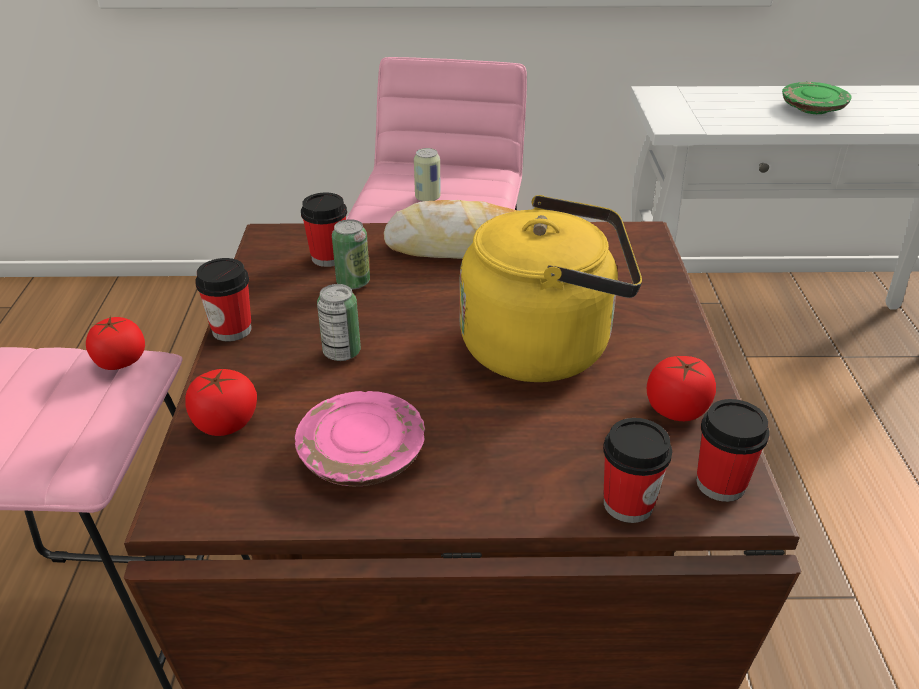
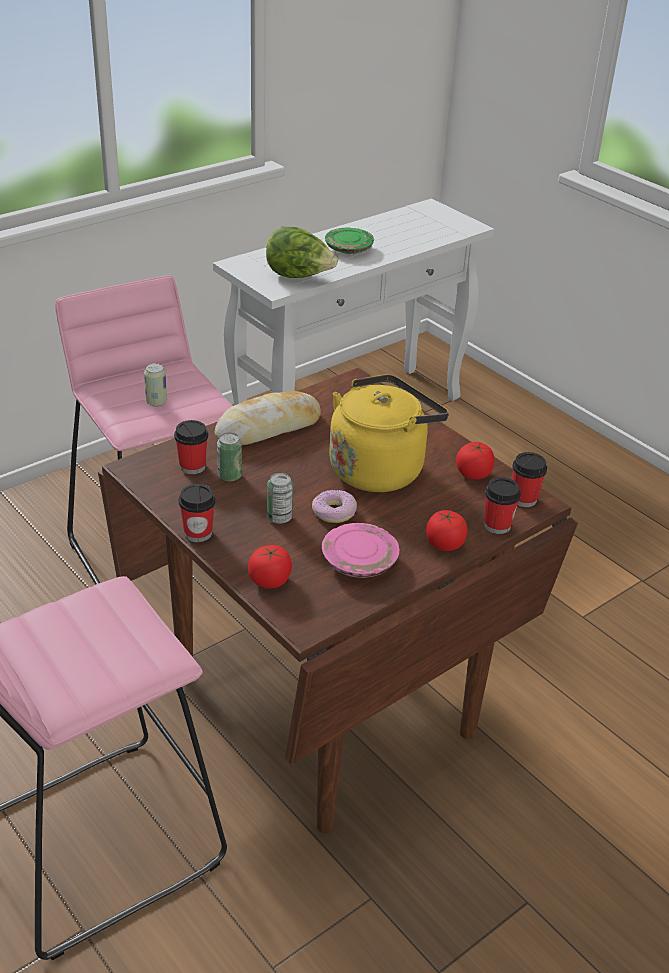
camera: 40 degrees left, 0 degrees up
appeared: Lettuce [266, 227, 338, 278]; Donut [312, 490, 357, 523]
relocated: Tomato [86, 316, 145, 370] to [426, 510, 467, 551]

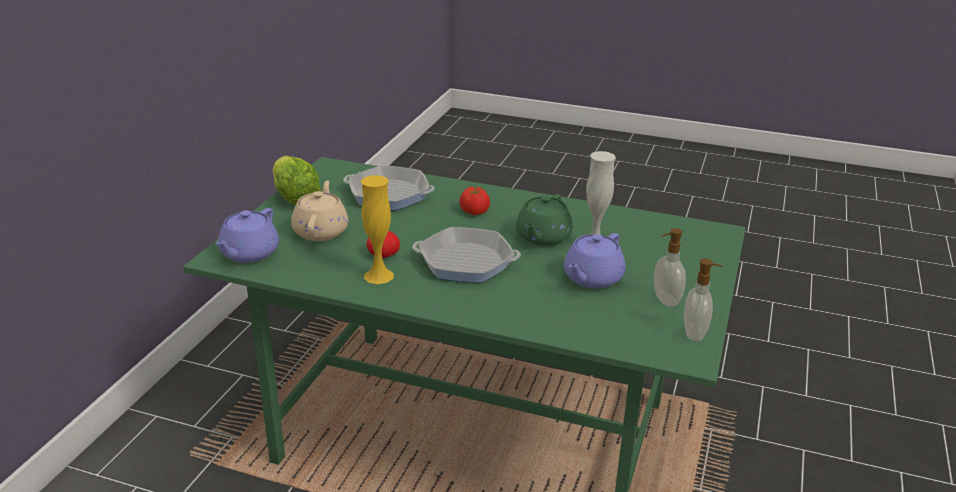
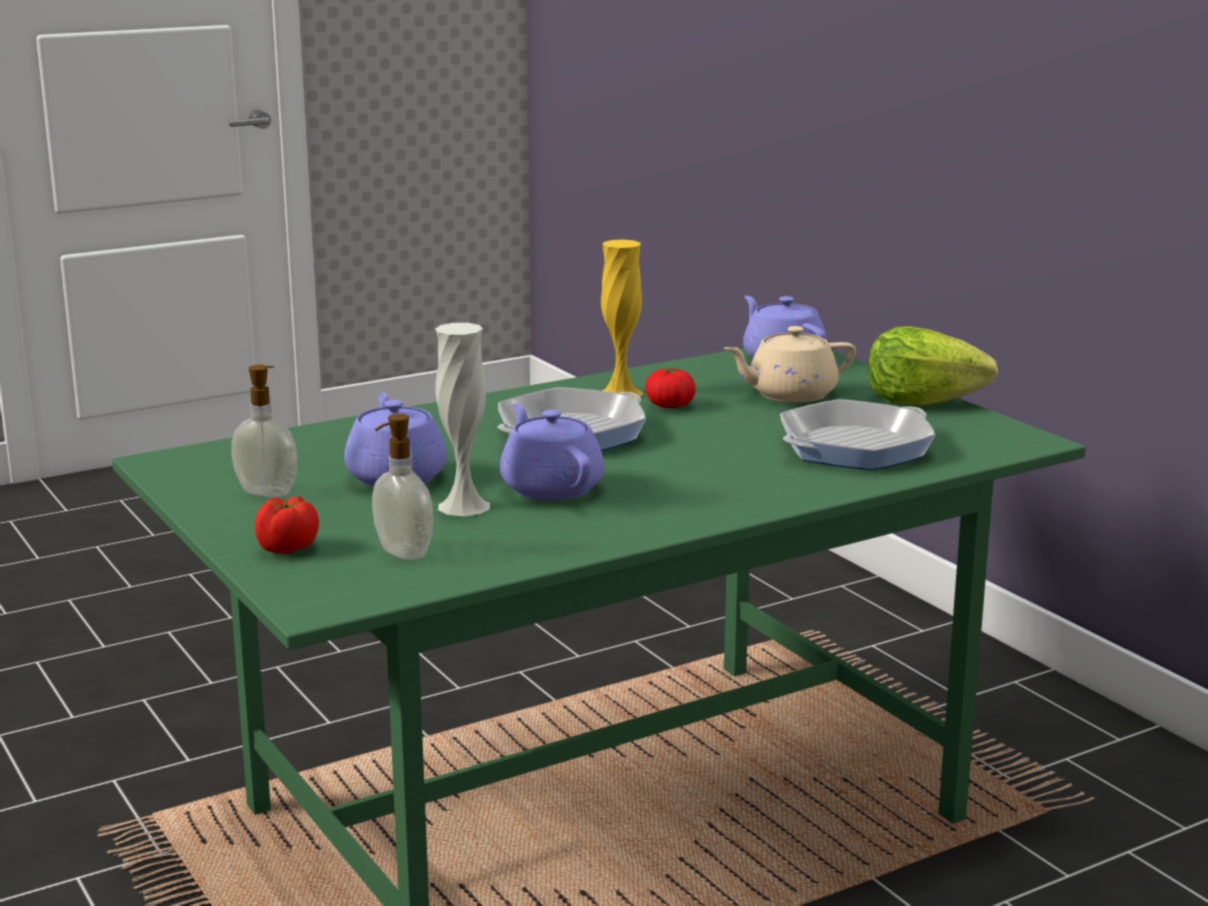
camera: 130 degrees right, 10 degrees down
relocated: Tomato [459, 187, 490, 215] to [255, 497, 319, 554]; SoapDispenser [684, 258, 723, 341] to [372, 414, 433, 560]
colour: GreenTeapot [516, 194, 573, 246] to PurpleTeapot [500, 404, 605, 501]
spun: BeigeTeapot [291, 180, 348, 241] = [724, 326, 856, 403] 120 degrees clockwise

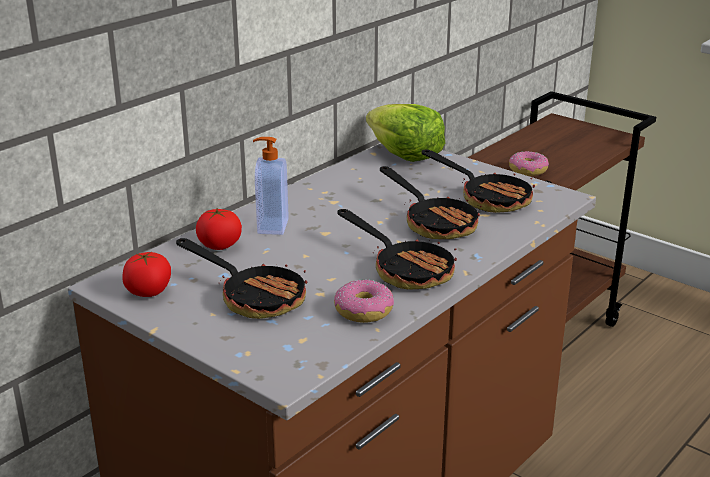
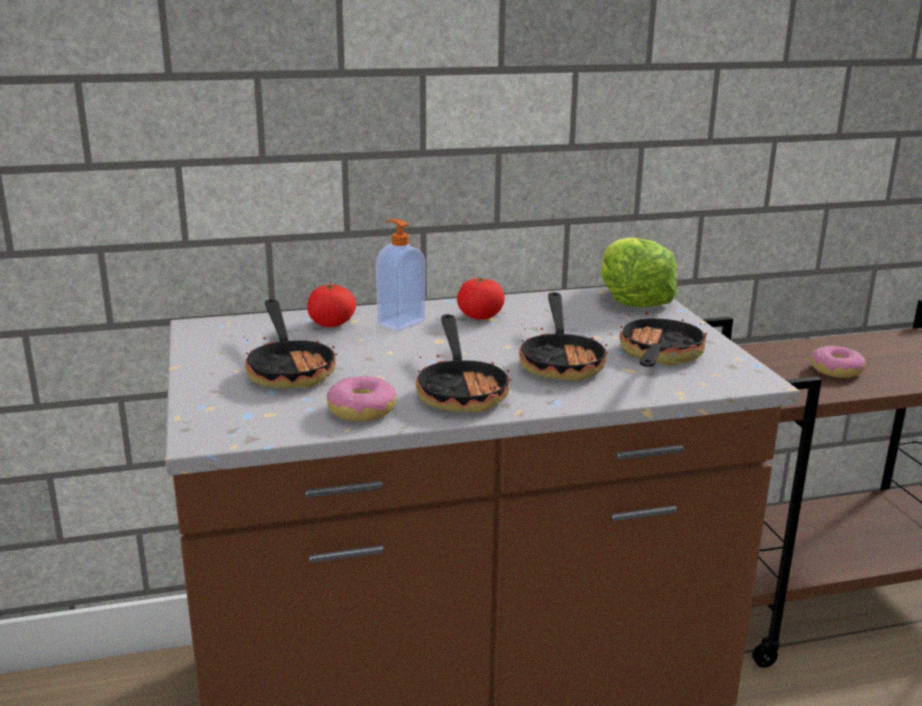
camera: 35 degrees right, 5 degrees down
relocated: Tomato [122, 252, 171, 297] to [457, 277, 505, 320]
spun: FryingPan [421, 150, 535, 213] = [620, 300, 707, 367] 150 degrees counterclockwise

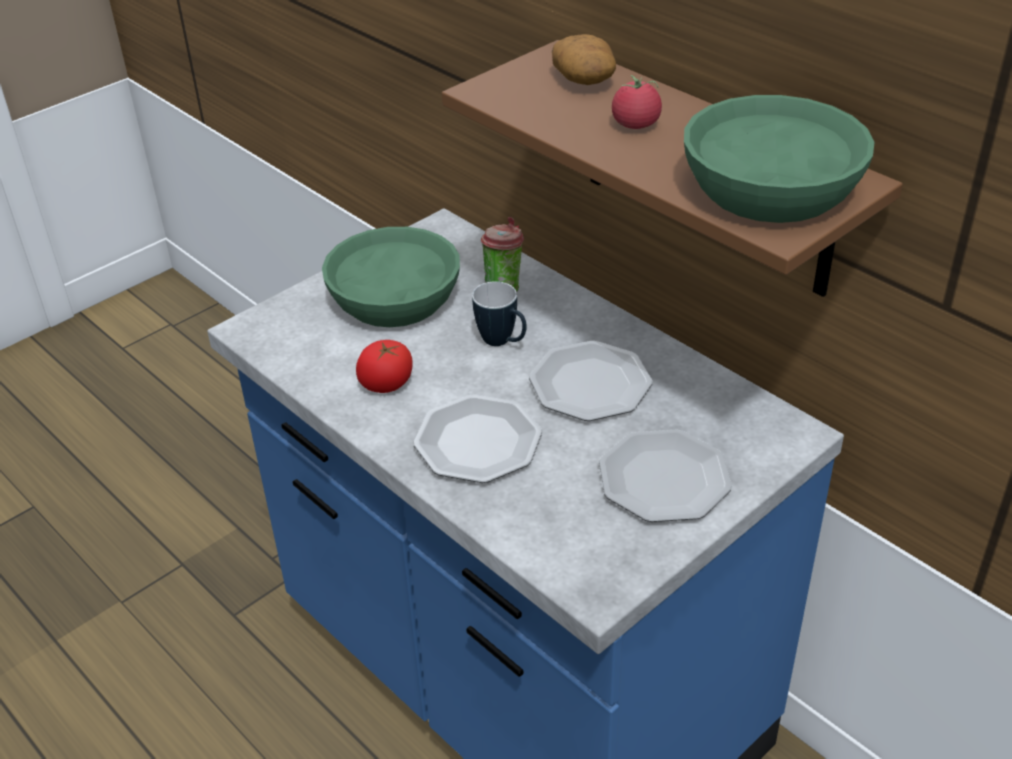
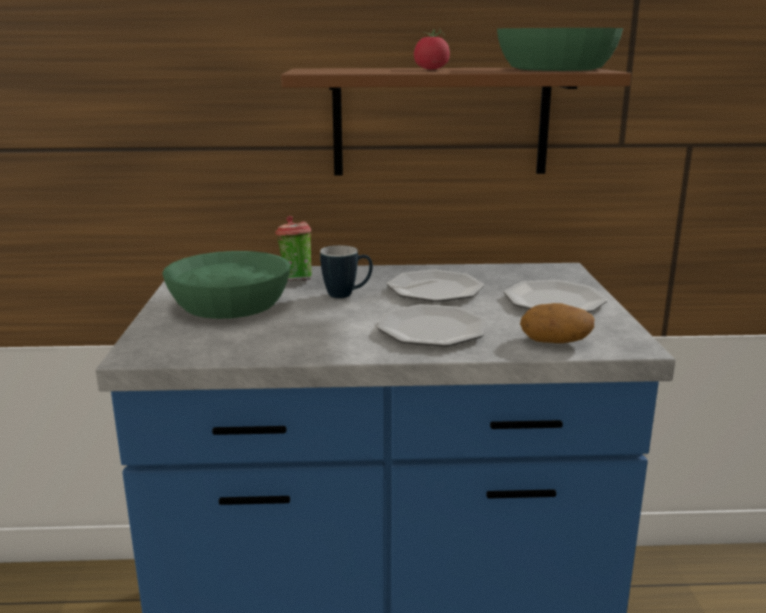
camera: 50 degrees left, 20 degrees down
missing: Tomato [356, 340, 413, 393]
relocated: Potato [552, 34, 616, 85] to [520, 303, 594, 343]

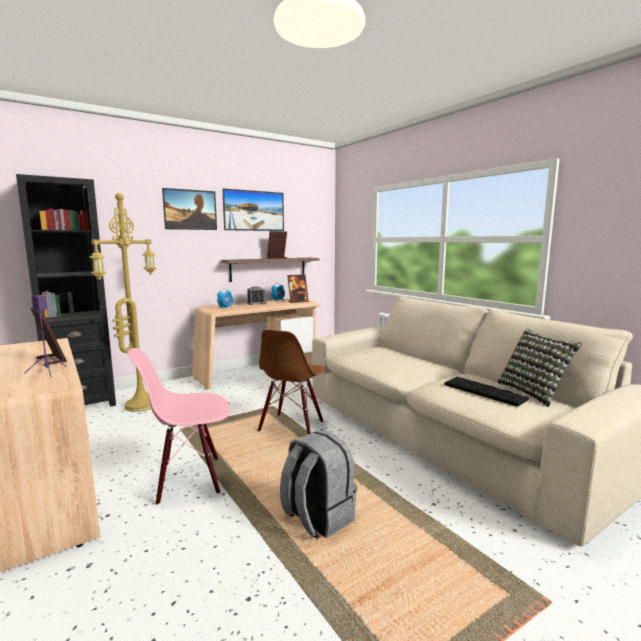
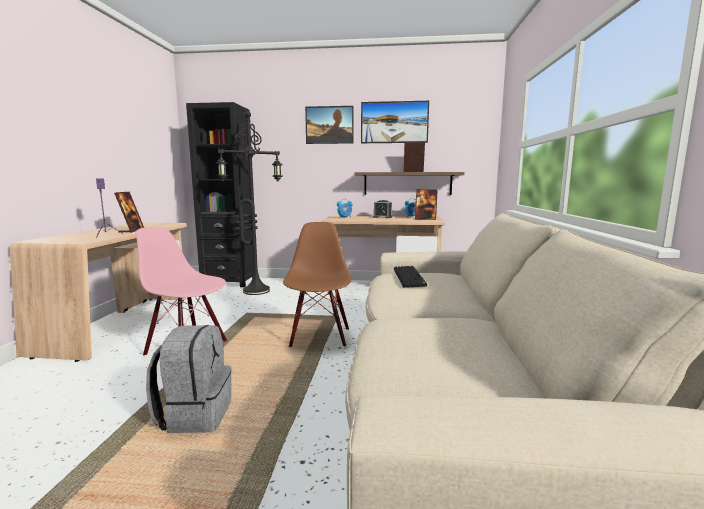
camera: 40 degrees right, 0 degrees up
missing: Pillow [497, 328, 582, 407]
relocated: Keyboard [445, 377, 529, 407] to [394, 266, 427, 288]
colour: YellowFloorLamp [89, 193, 157, 412] to BlackFloorLamp [216, 111, 283, 295]
spun: BrownChair [258, 330, 326, 434] = [283, 222, 351, 347] 120 degrees clockwise

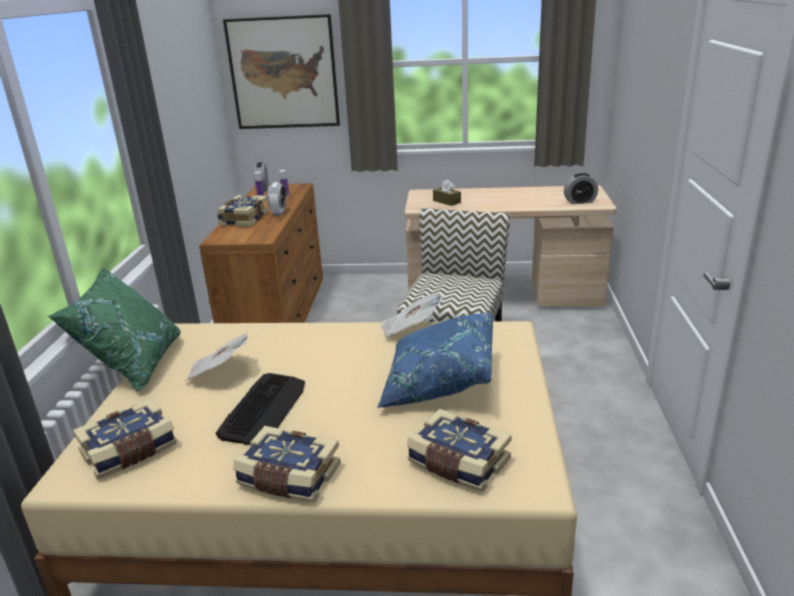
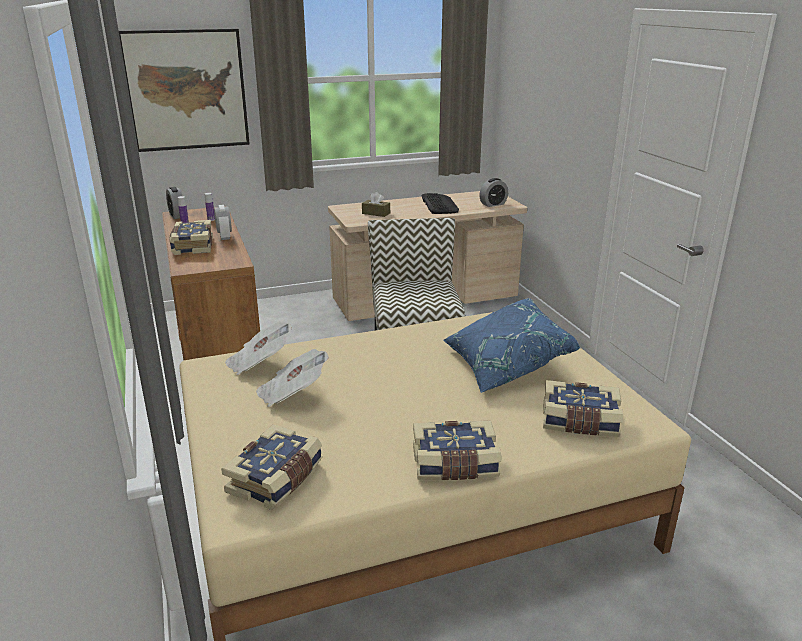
camera: 25 degrees left, 0 degrees up
missing: GreenPillow [48, 267, 181, 391]
relocated: Keyboard [216, 373, 305, 445] to [422, 193, 459, 214]; Newspaper [381, 293, 443, 337] to [225, 322, 292, 375]

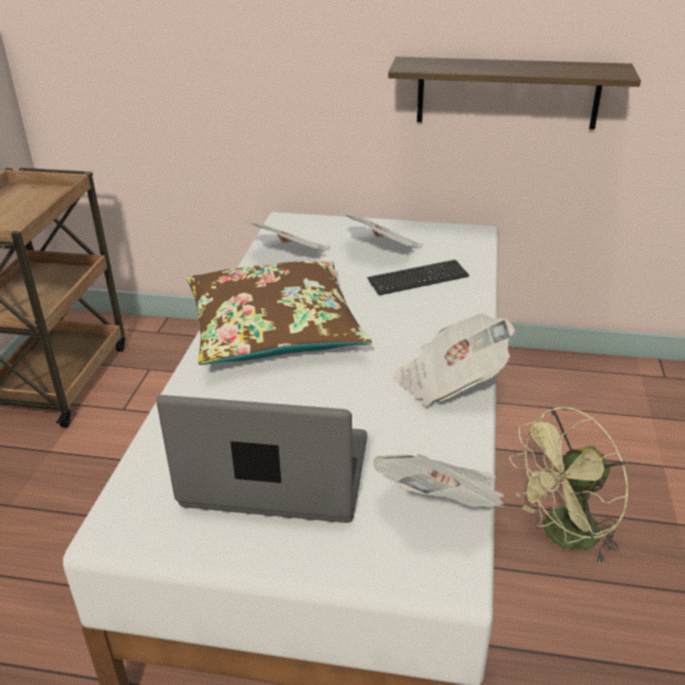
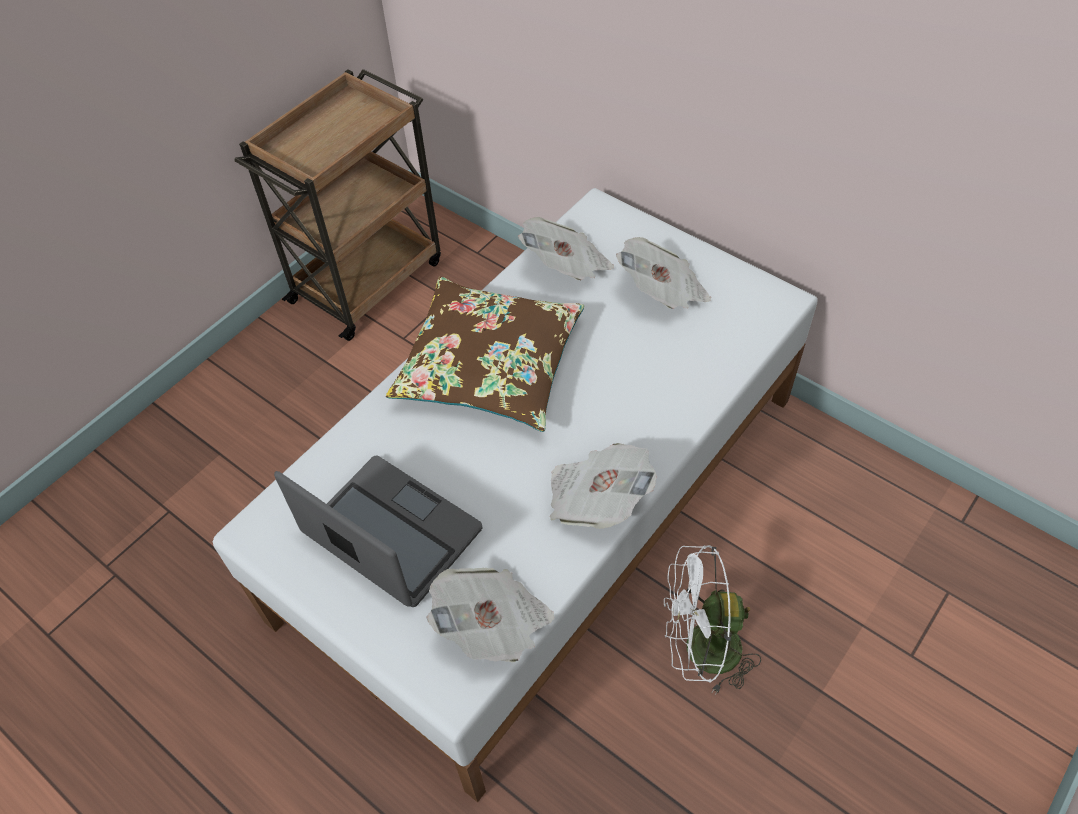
camera: 30 degrees right, 20 degrees up
missing: Keyboard [367, 259, 469, 295]; Shelf [388, 57, 641, 129]
colour: GreenFan [509, 407, 628, 565] to WhiteFan [664, 545, 761, 695]

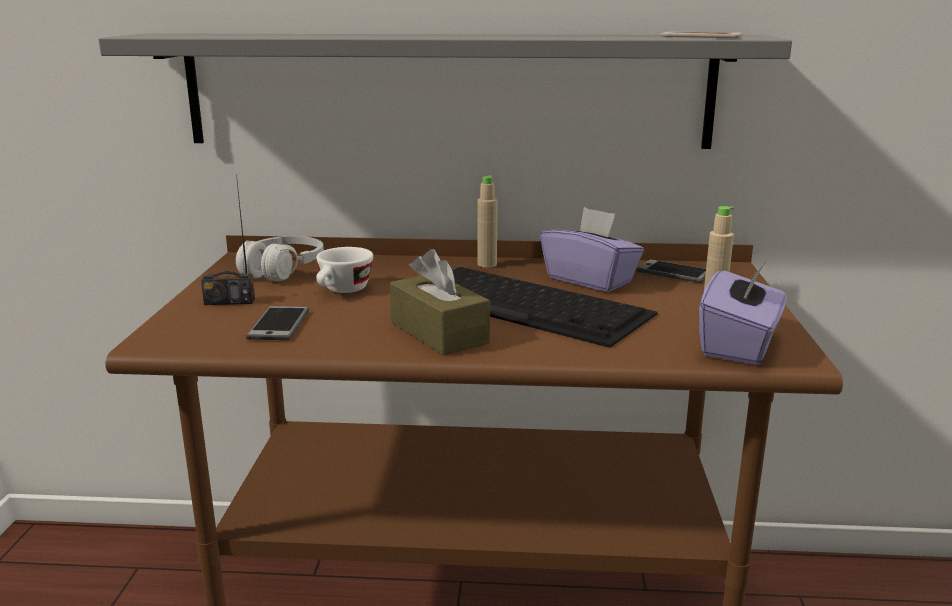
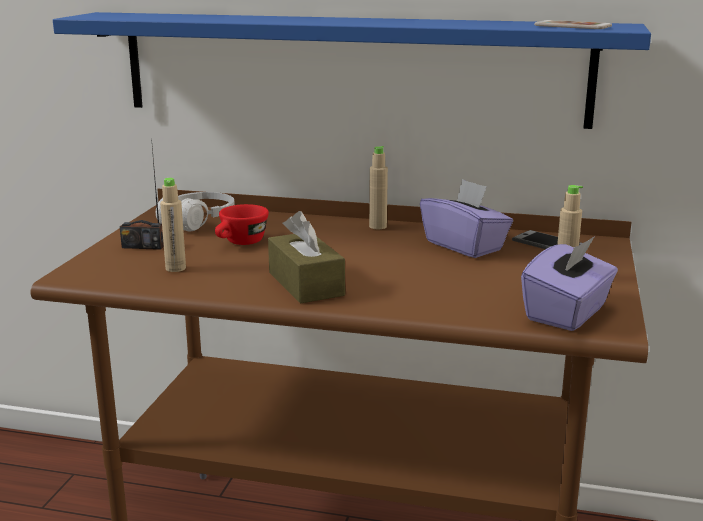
camera: 10 degrees right, 0 degrees up
missing: Keyboard [452, 267, 658, 348]
exchanged: Phone [246, 306, 309, 340] to BeigeBottle [160, 178, 186, 272]
colour: GreyShelf [99, 33, 792, 149] to BlueShelf [53, 12, 651, 129]; WhiteCup [316, 247, 373, 293] to RedCup [215, 204, 269, 245]

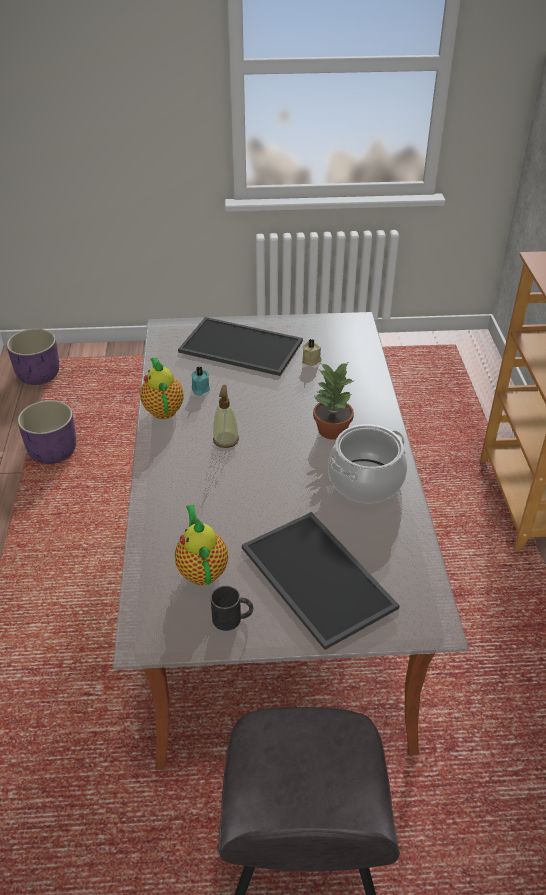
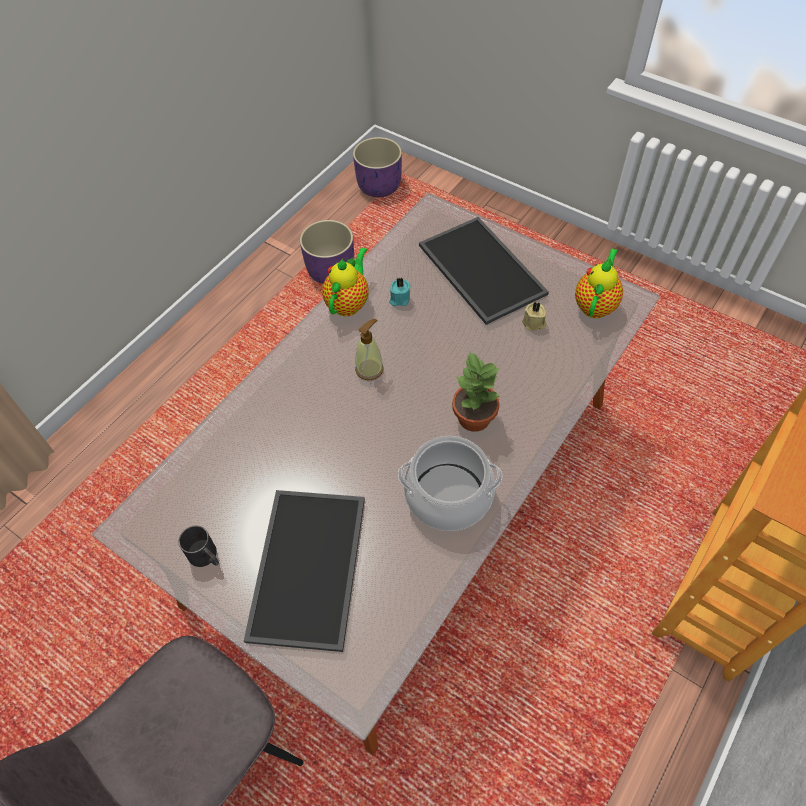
camera: 40 degrees right, 15 degrees up
relocated: Teapot [175, 505, 228, 585] to [575, 248, 623, 318]

